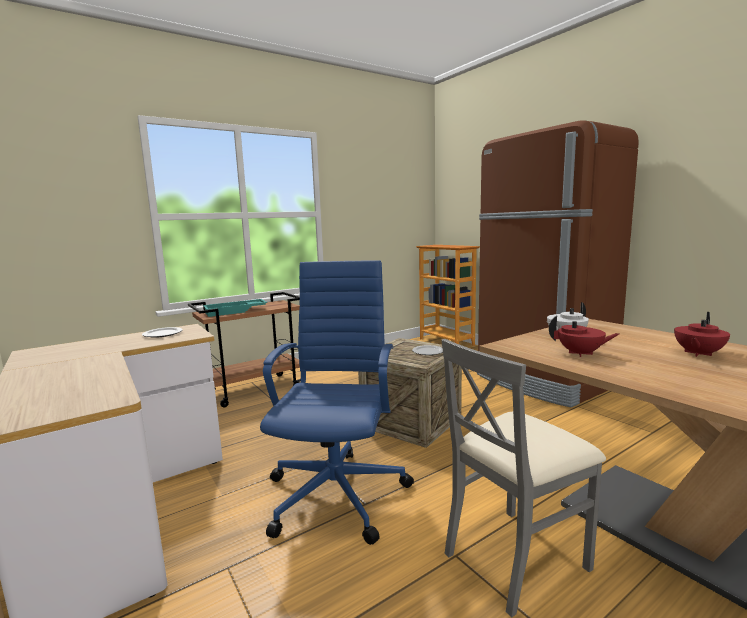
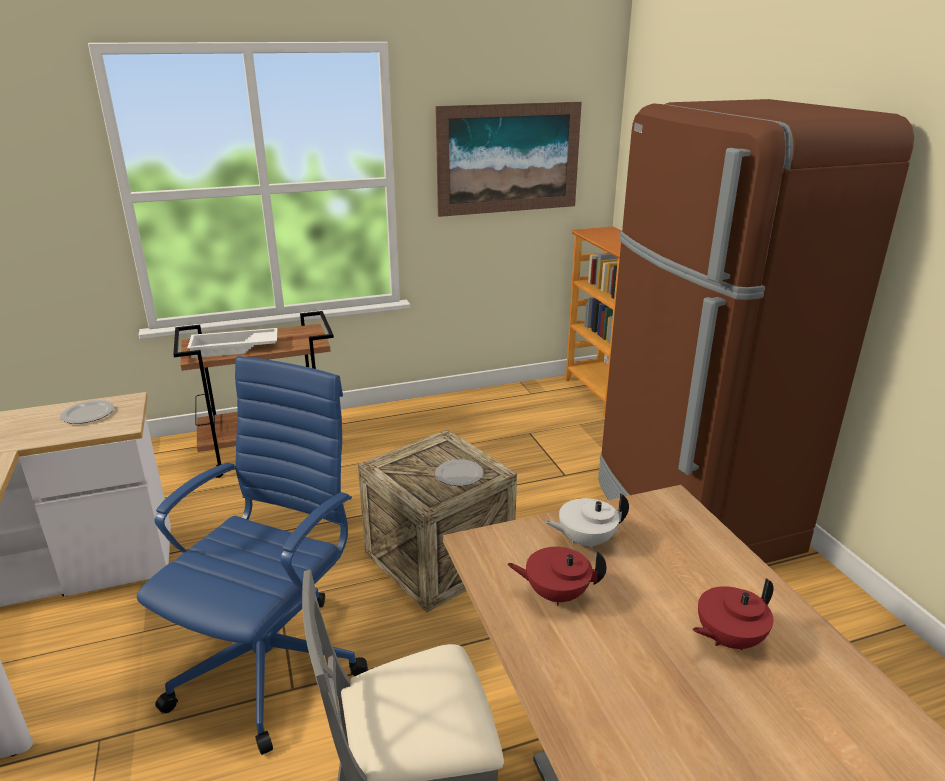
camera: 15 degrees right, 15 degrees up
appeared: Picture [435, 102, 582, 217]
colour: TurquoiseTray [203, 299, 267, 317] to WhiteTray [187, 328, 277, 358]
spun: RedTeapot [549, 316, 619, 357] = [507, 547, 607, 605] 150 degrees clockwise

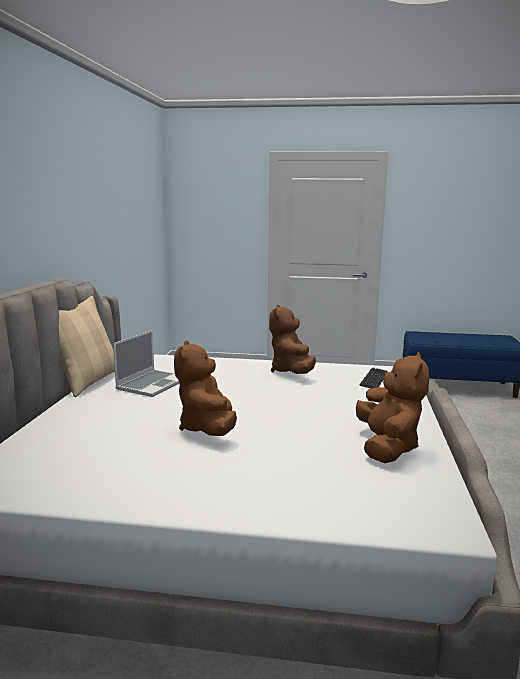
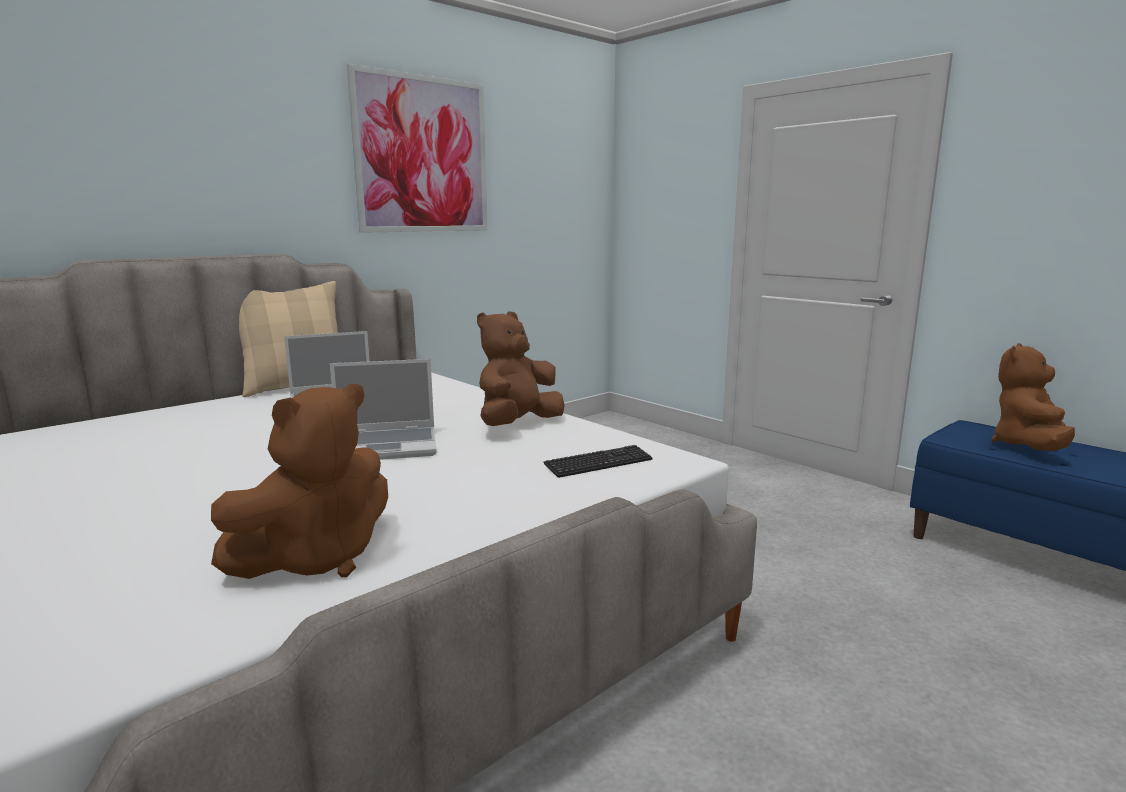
camera: 40 degrees right, 0 degrees up
appeared: Laptop [330, 359, 437, 460]; Picture [347, 64, 488, 233]
relocated: BrownPlushToy [174, 340, 237, 436] to [991, 343, 1075, 451]

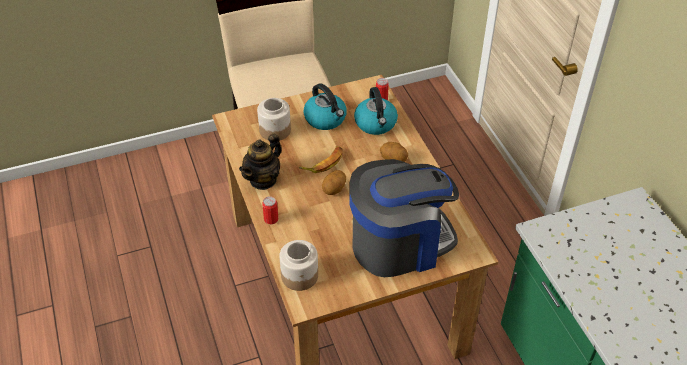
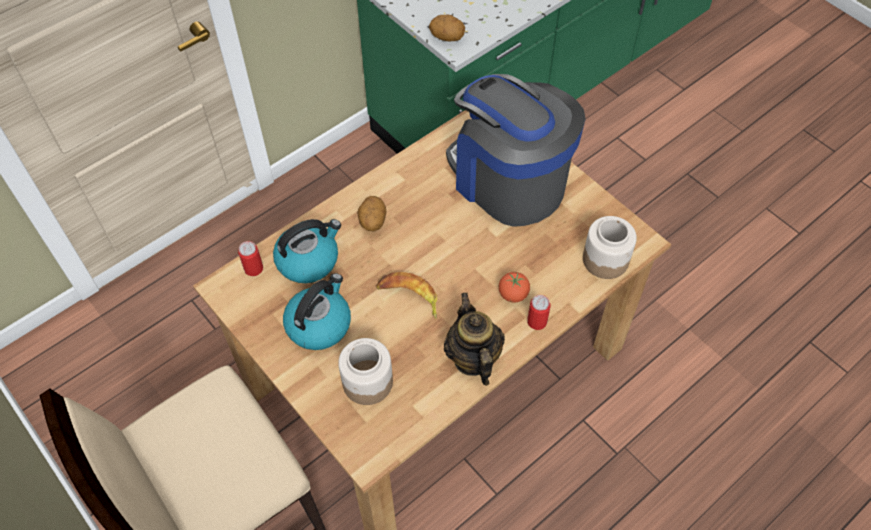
camera: 110 degrees left, 10 degrees up
appeared: Tomato [499, 272, 530, 302]
relocated: Potato [322, 170, 346, 195] to [429, 15, 465, 41]
spun: Teapot [239, 133, 282, 190] = [444, 293, 505, 386] 120 degrees counterclockwise

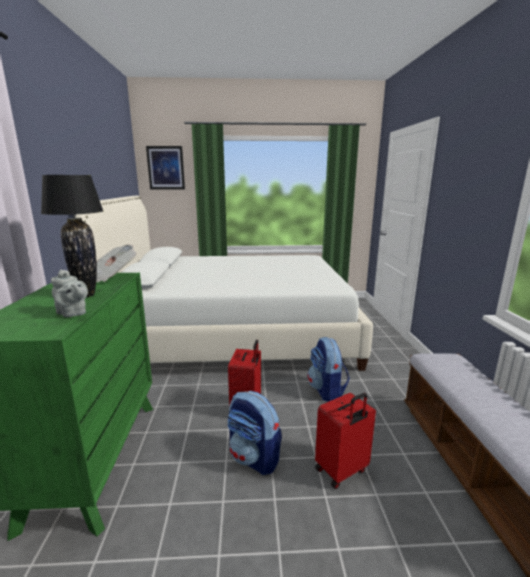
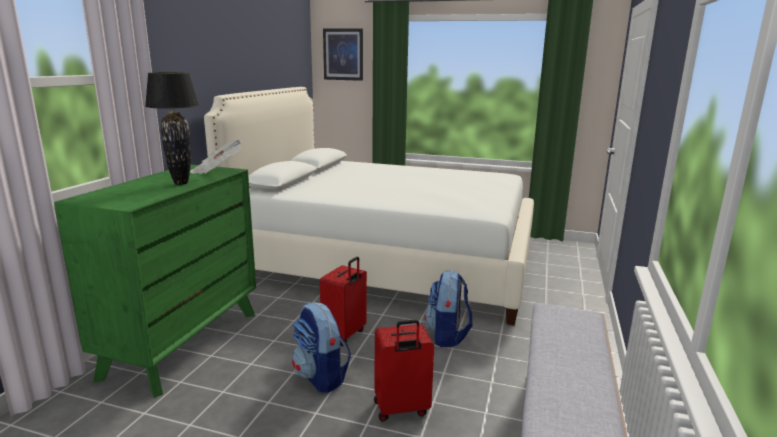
camera: 20 degrees right, 0 degrees up
missing: GreyTeapot [51, 269, 88, 317]

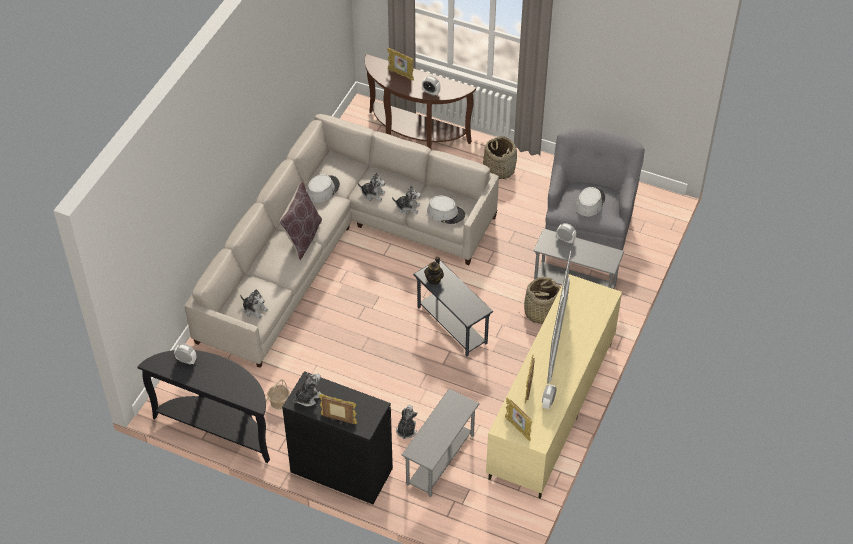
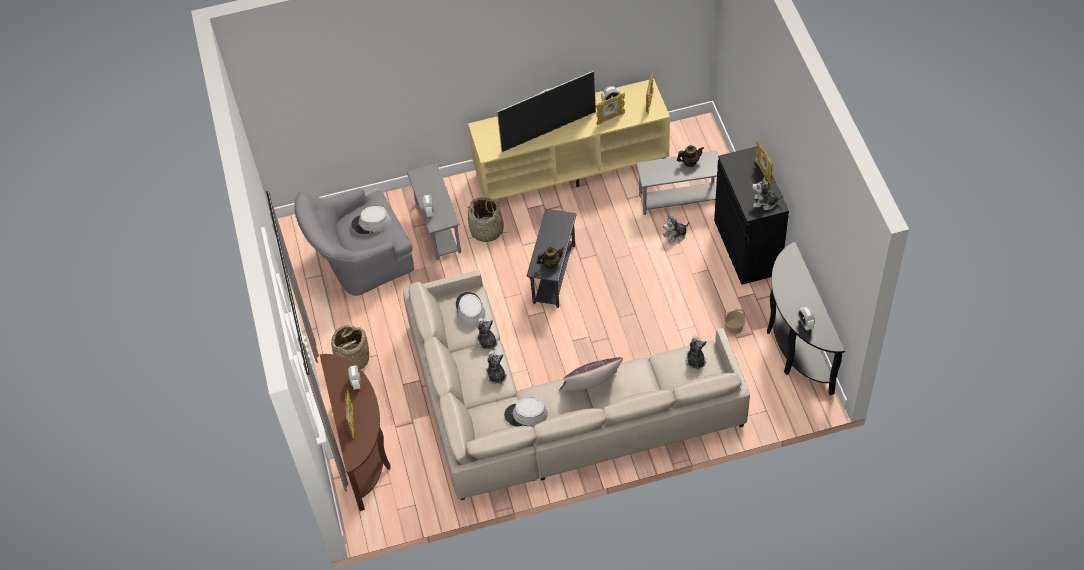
camera: 125 degrees left, 5 degrees up
appeared: Teapot [677, 145, 704, 167]

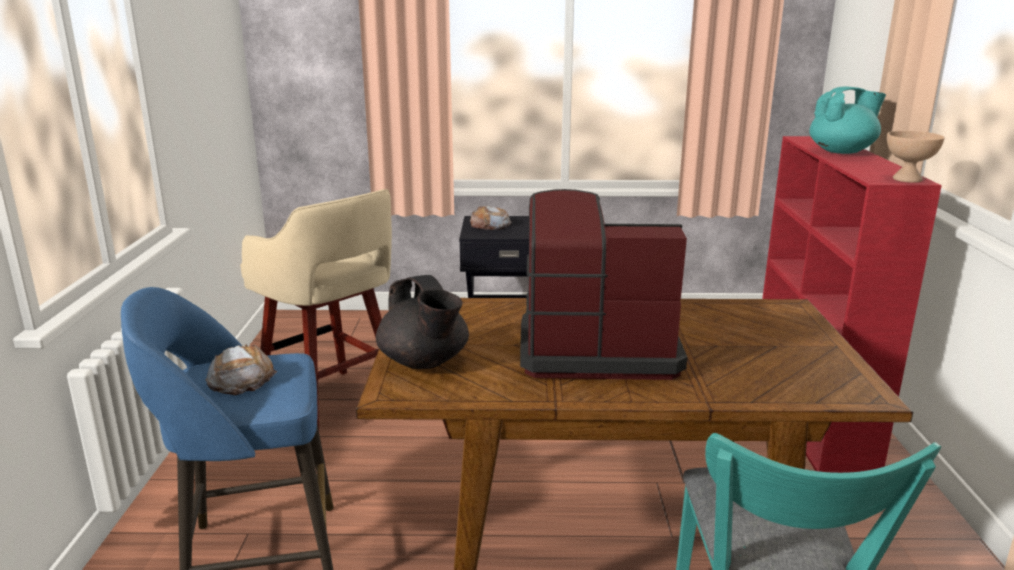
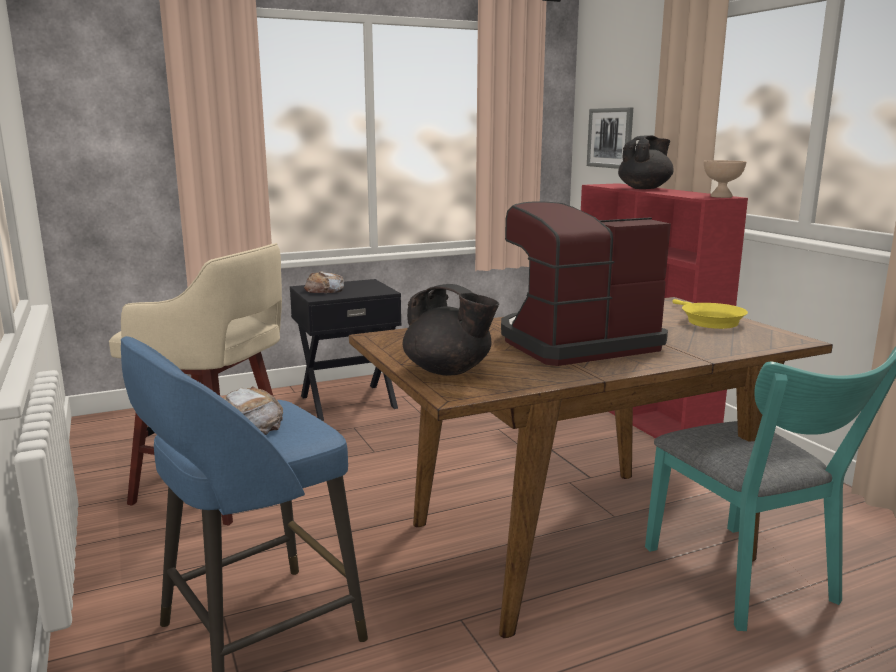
camera: 25 degrees left, 5 degrees down
appeared: Picture [587, 108, 633, 169]; YellowFryingPan [672, 299, 748, 329]
colour: TurquoiseTeapot [809, 87, 886, 154] to BlackTeapot [618, 135, 674, 189]

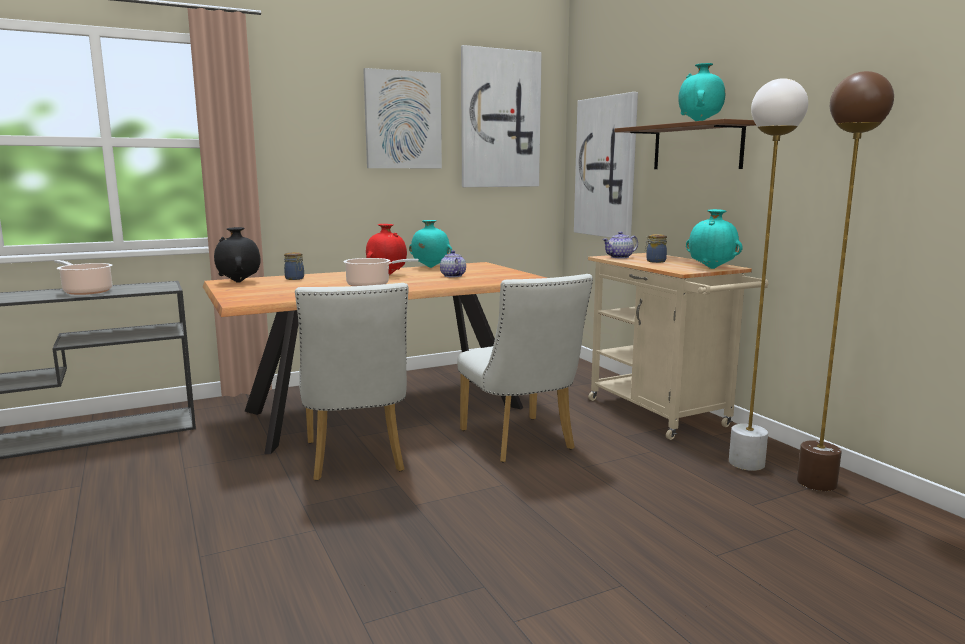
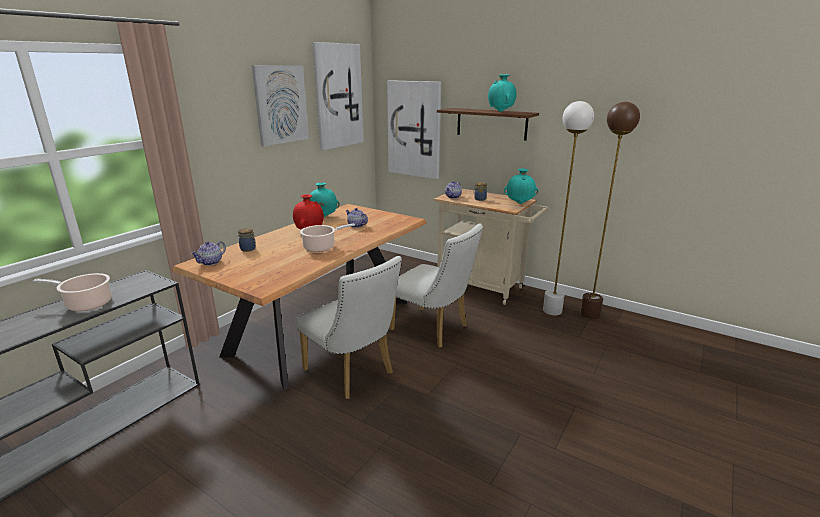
camera: 30 degrees left, 10 degrees up
exchanged: BlackVase [214, 227, 260, 283] to Teapot [191, 241, 226, 265]

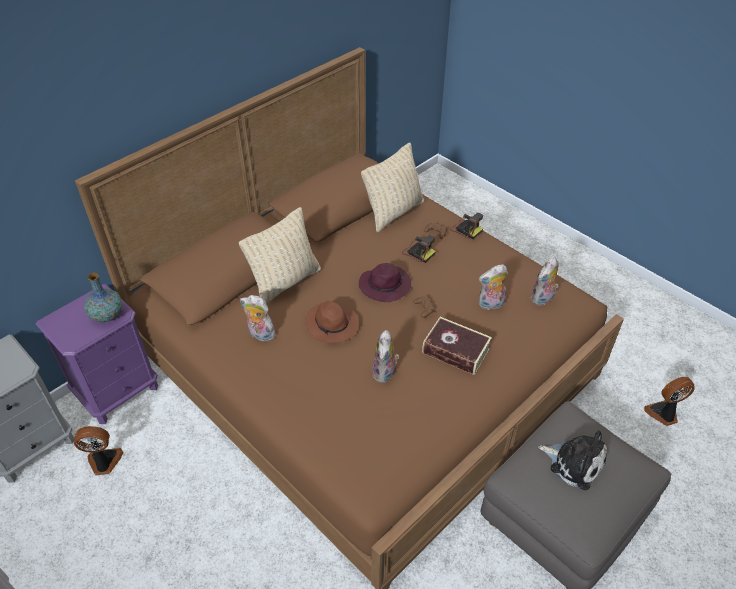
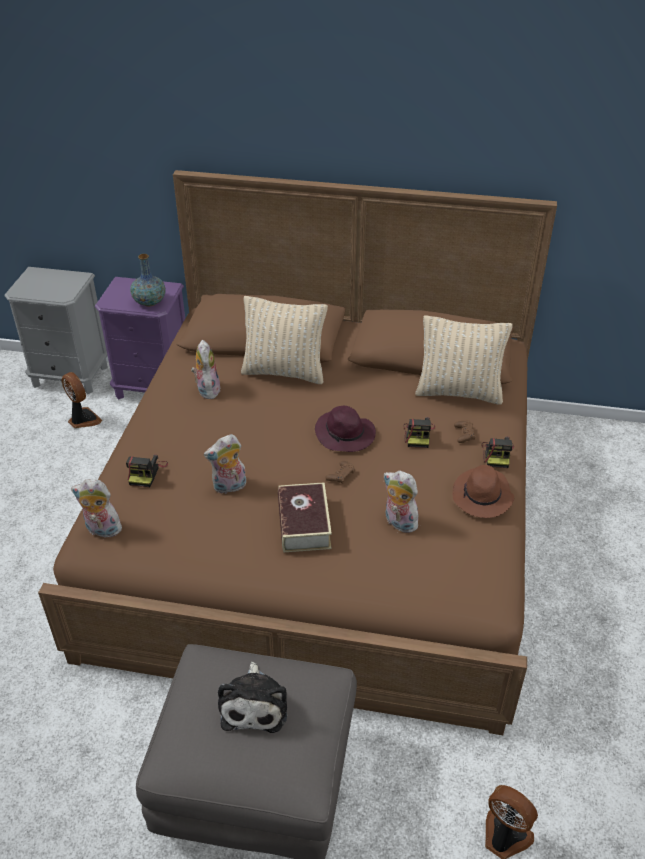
camera: 55 degrees right, 5 degrees down
appeared: PhotoCamera [126, 455, 168, 487]
relocated: BrownHat [305, 301, 359, 343] to [453, 465, 514, 518]; PlushToy [530, 257, 559, 305] to [71, 479, 126, 538]

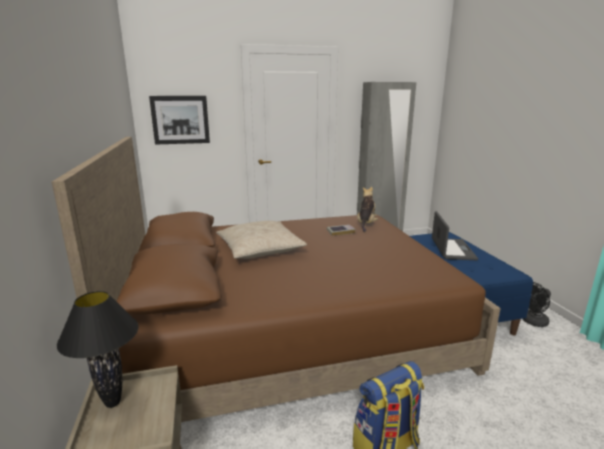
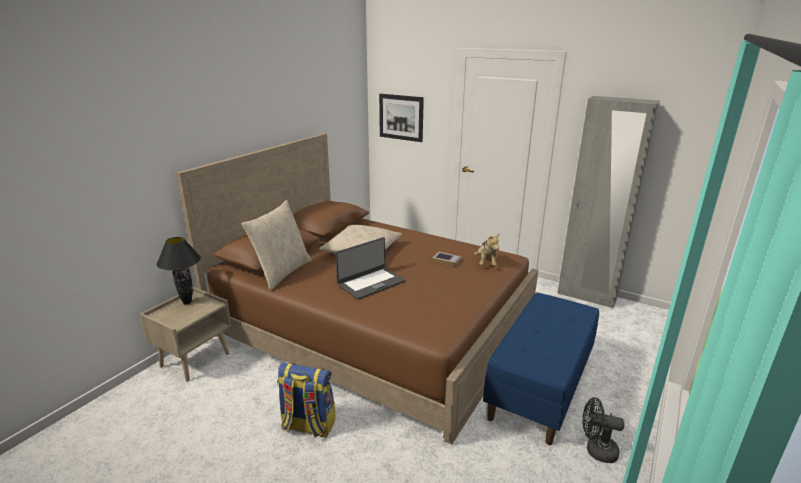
camera: 45 degrees right, 5 degrees up
appeared: BeigePillow [242, 200, 312, 290]
relocated: Laptop [432, 211, 478, 260] to [335, 237, 406, 300]
spun: PlushToy [357, 187, 378, 232] = [474, 233, 500, 266] 120 degrees clockwise

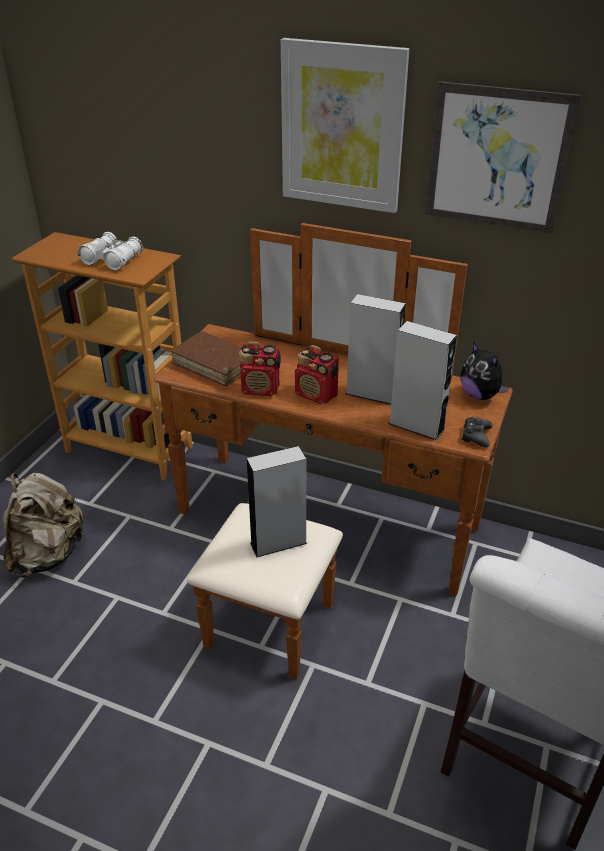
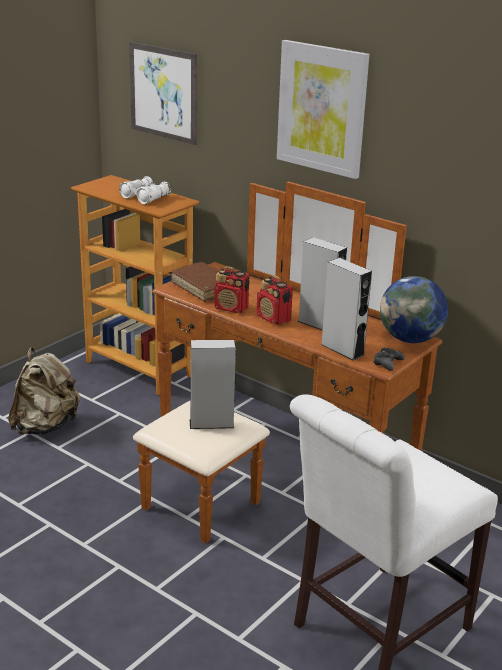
camera: 15 degrees right, 10 degrees down
relocated: Picture [425, 81, 581, 233] to [129, 42, 197, 145]
exchanged: PlushToy [460, 341, 510, 400] to Globe [380, 276, 448, 343]

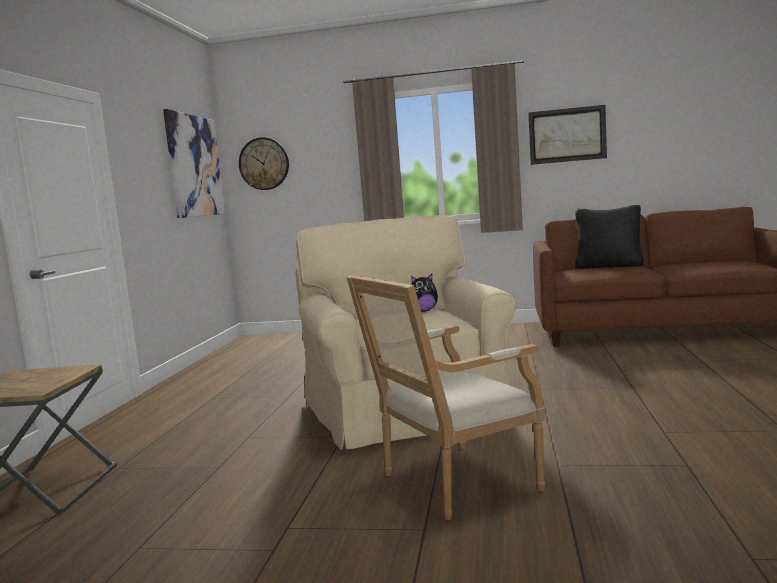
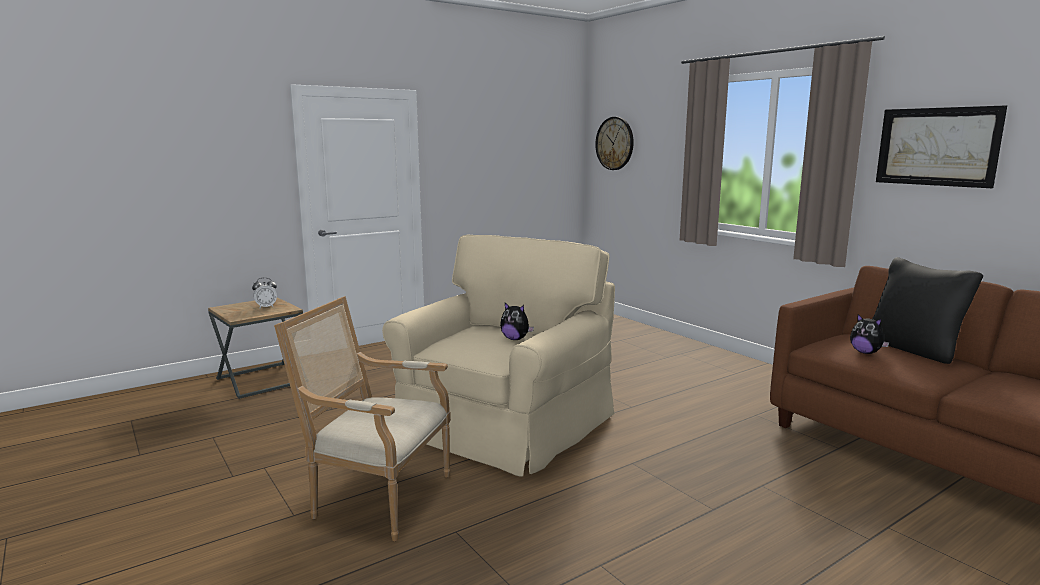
camera: 45 degrees right, 5 degrees up
missing: Picture [163, 109, 225, 218]
appeared: AlarmClock [252, 278, 277, 309]; PlushToy [850, 314, 889, 354]

